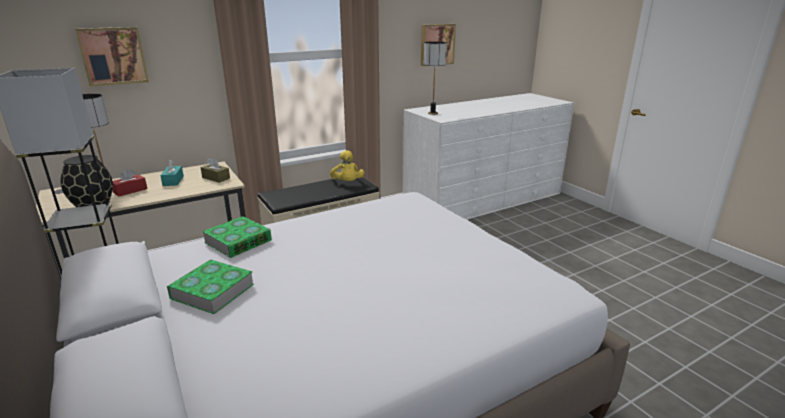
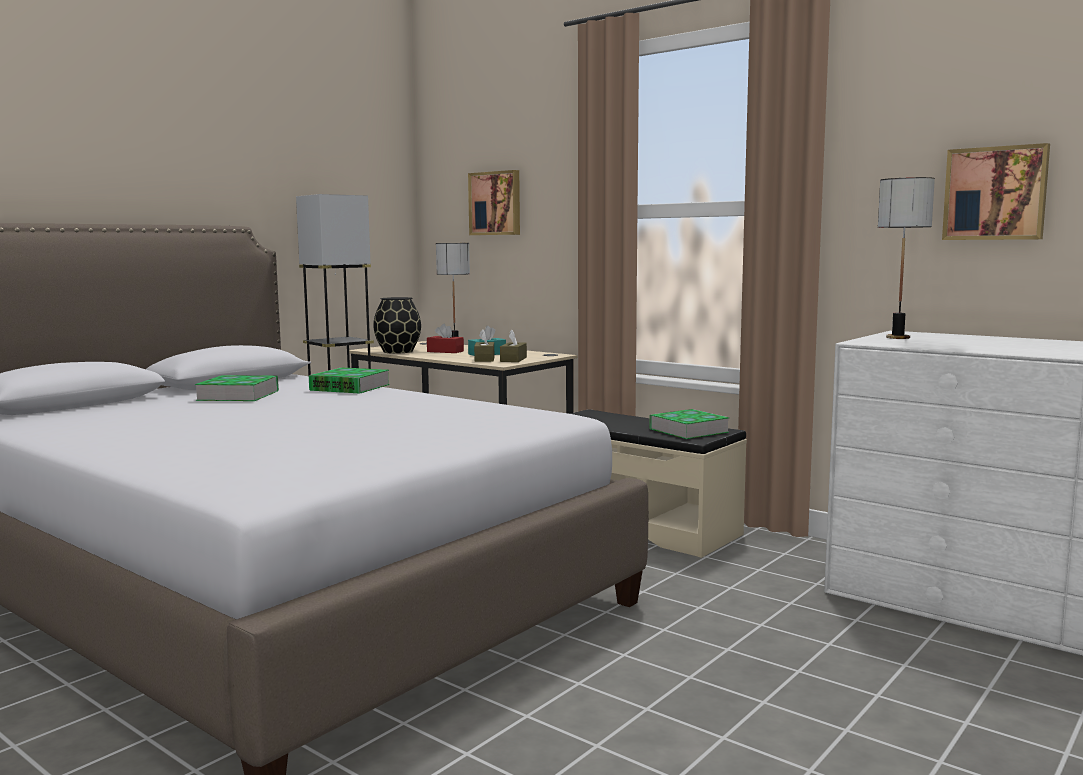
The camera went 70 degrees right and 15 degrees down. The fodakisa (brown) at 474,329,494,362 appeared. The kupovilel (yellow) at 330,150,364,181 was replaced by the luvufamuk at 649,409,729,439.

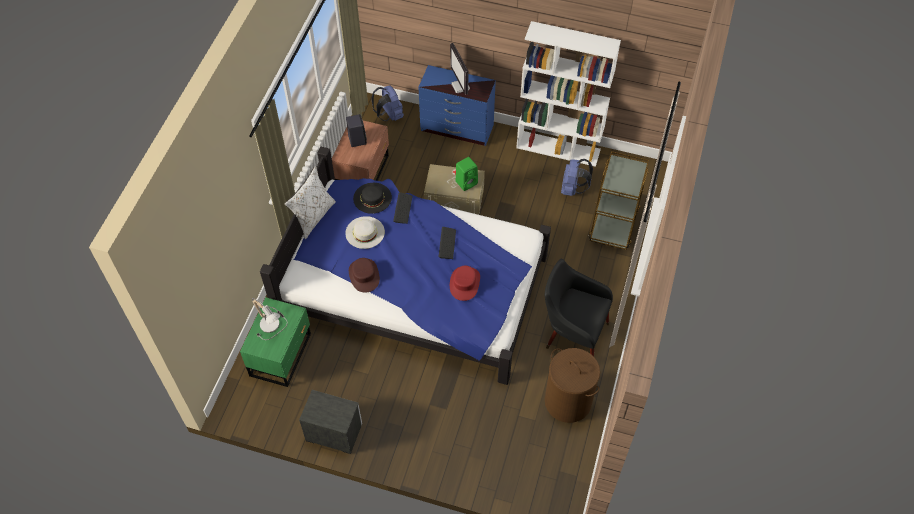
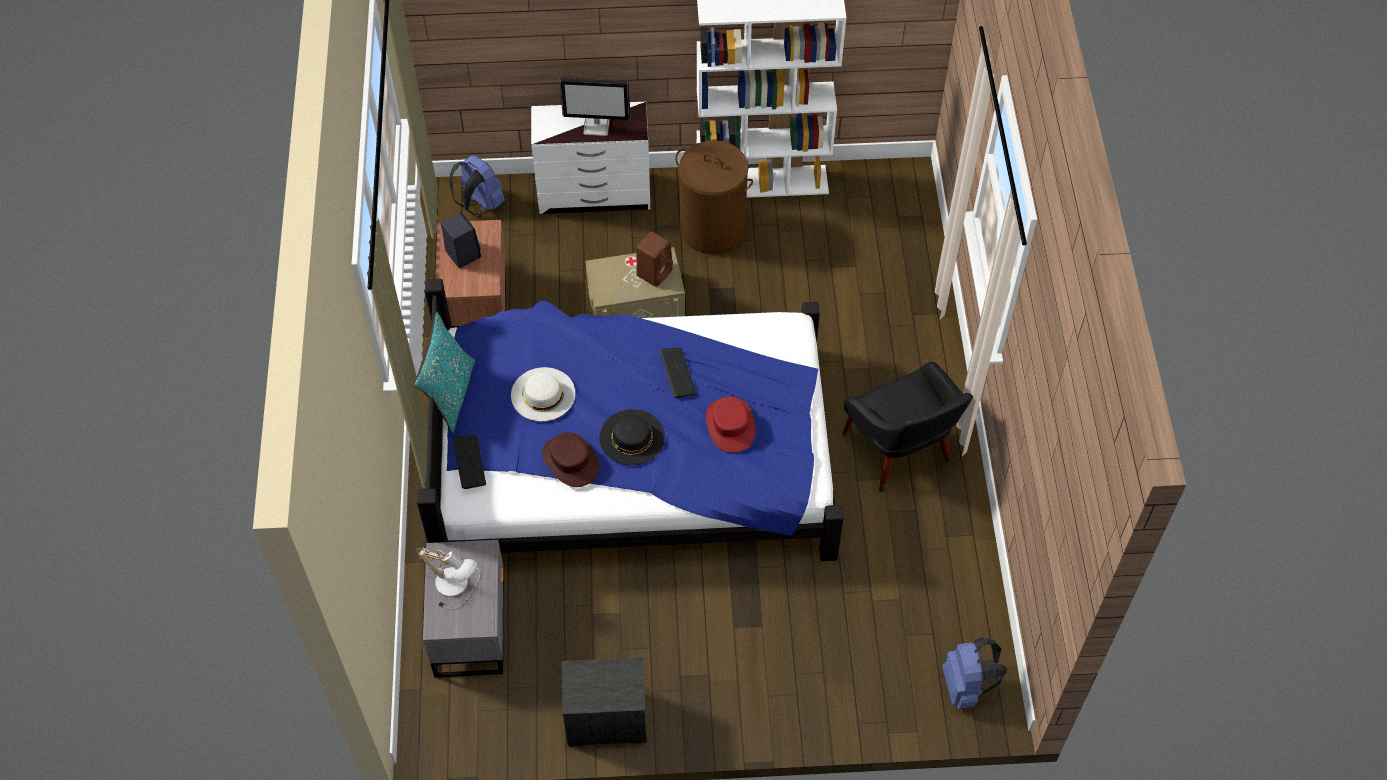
The camera went 20 degrees left and 0 degrees up. The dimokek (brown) at 589,151,649,250 disappeared. The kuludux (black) moved from 353,183,392,214 to 599,409,665,465. The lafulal moved from 393,192,413,224 to 453,435,486,489. The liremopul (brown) moved from 545,348,600,423 to 675,140,753,254. The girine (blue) moved from 561,159,593,196 to 942,637,1007,709. The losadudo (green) at 240,297,311,387 became the losadudo (grey) at 423,540,504,677. The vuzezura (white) at 284,166,336,239 became the vuzezura (turquoise) at 413,312,475,433. The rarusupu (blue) at 418,65,496,146 became the rarusupu (white) at 531,102,650,214. The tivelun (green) at 456,157,478,191 became the tivelun (brown) at 636,231,673,287. The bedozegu at 450,43,470,95 turned 45 degrees counterclockwise. The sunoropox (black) at 545,259,613,356 turned 120 degrees counterclockwise.

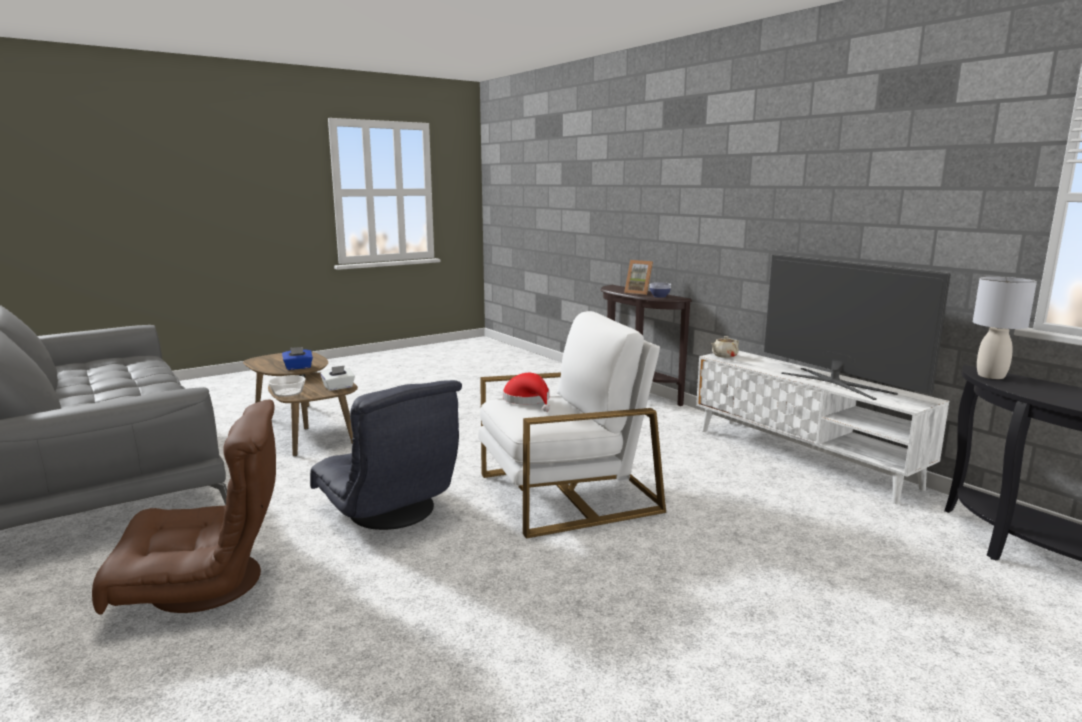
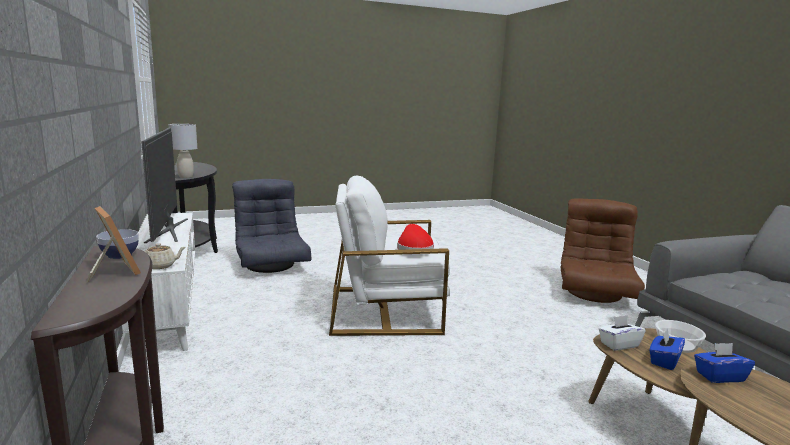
The camera went 165 degrees left and 0 degrees up. The fodakisa (blue) at 649,328,685,370 appeared. The sunoropox (grey) moved from 310,380,462,530 to 232,179,311,273. The sunoropox (brown) at 92,400,276,615 turned 105 degrees clockwise.

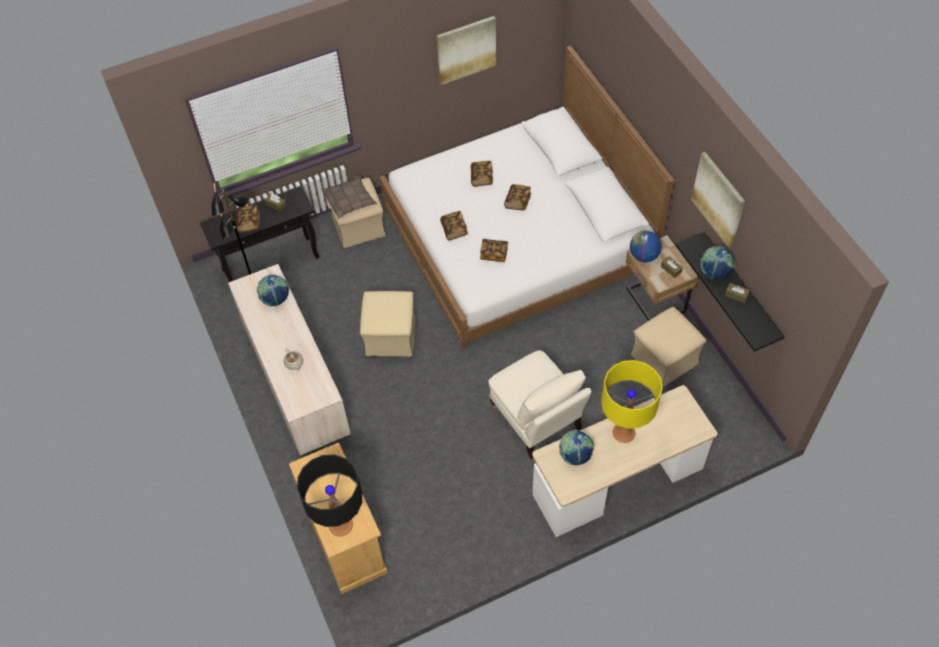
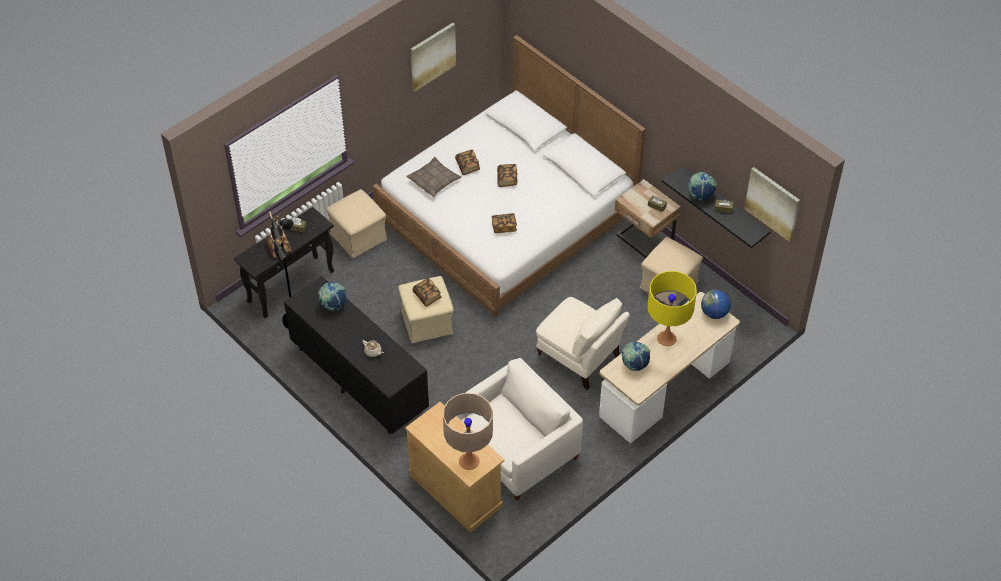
The camera went 20 degrees left and 5 degrees down. The sunoropox (white) at 457,358,583,501 appeared. The vuzezura moved from 322,175,377,219 to 407,157,462,197. The luvufamuk moved from 440,211,468,241 to 412,278,441,307. The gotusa moved from 630,231,662,262 to 701,290,731,319. The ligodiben moved from 691,152,745,248 to 744,167,800,242. The rarusupu (beige) at 228,264,351,455 became the rarusupu (black) at 284,276,429,435. The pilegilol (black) at 297,454,362,537 became the pilegilol (beige) at 443,393,493,470.

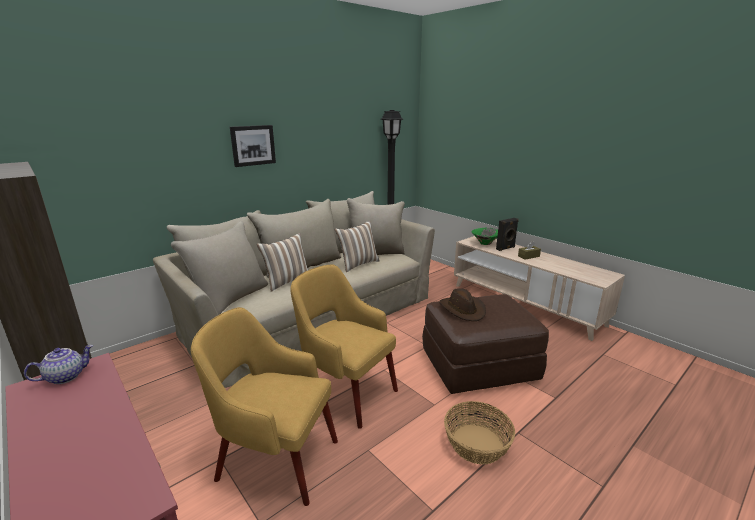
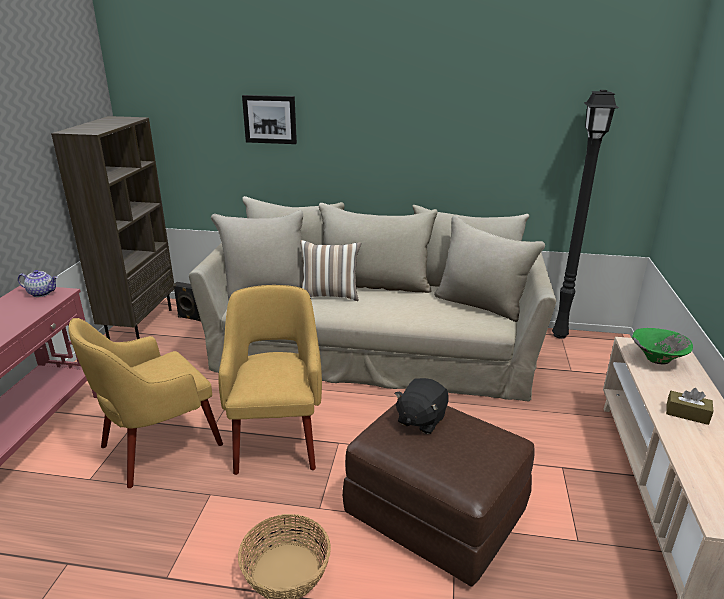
The camera went 50 degrees right and 5 degrees up. The vuzezura at 335,221,380,272 disappeared. The ligodiben moved from 230,125,276,167 to 242,95,297,144. The tivelun (black) moved from 496,218,519,251 to 173,282,201,321. The kuludux (brown) at 439,288,486,321 was replaced by the kupovilel (black) at 394,378,449,434. The sunoropox (yellow) at 191,307,338,506 turned 105 degrees counterclockwise.

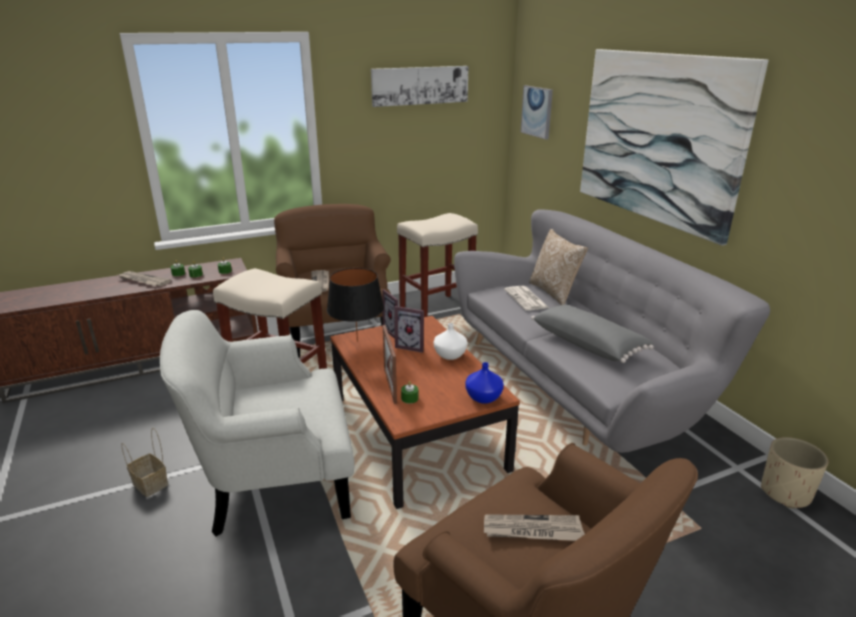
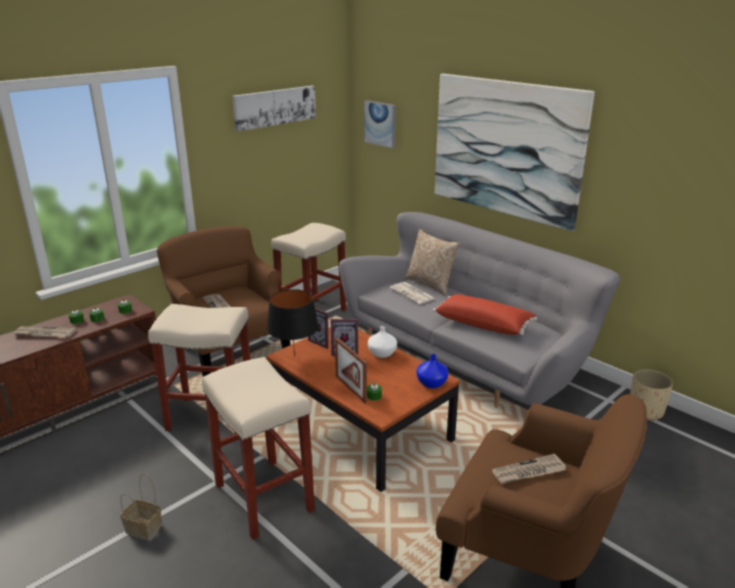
The camera went 20 degrees left and 0 degrees up. The sunoropox (white) at 160,310,355,536 was replaced by the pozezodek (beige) at 202,357,315,540. The vuzezura (grey) at 531,305,654,363 became the vuzezura (red) at 433,294,537,335.

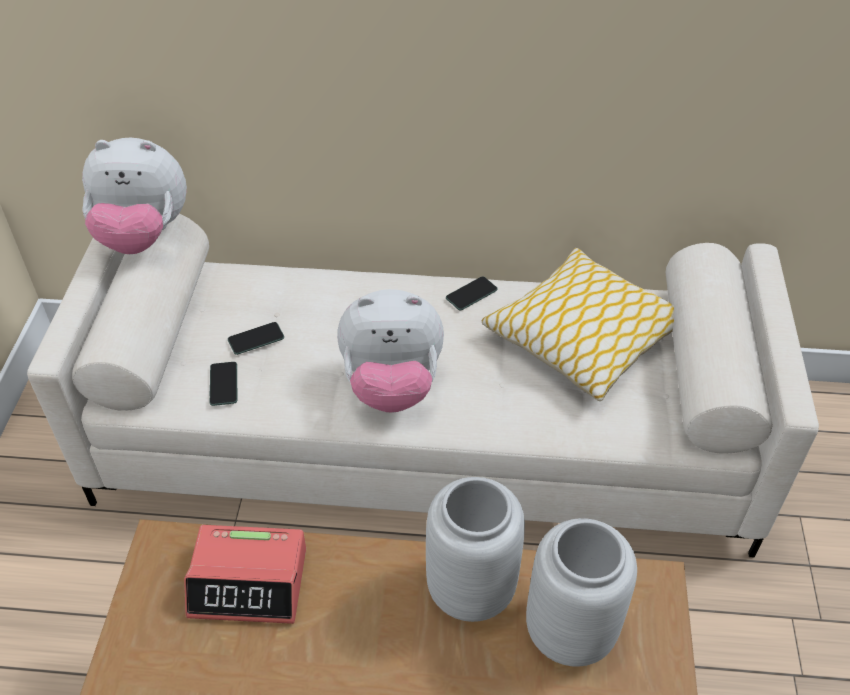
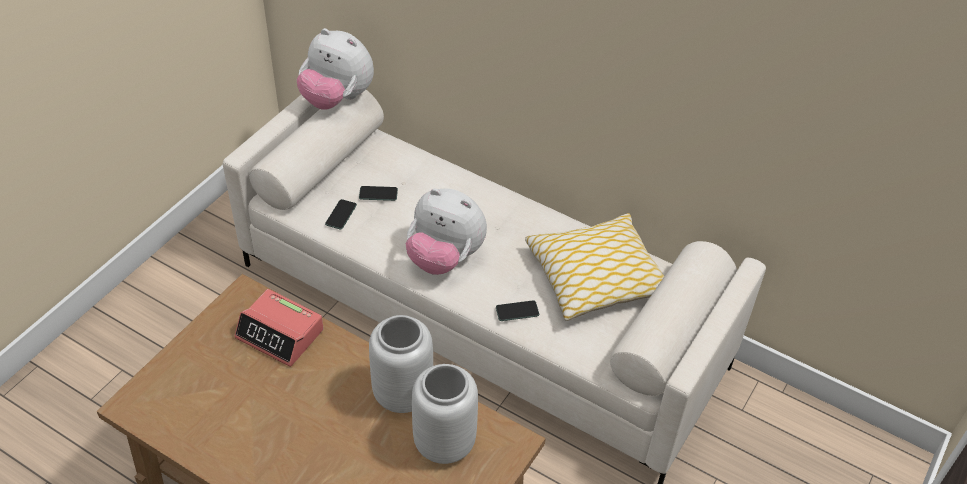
The camera went 25 degrees right and 0 degrees up. The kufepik moved from 446,276,497,310 to 496,300,539,321.

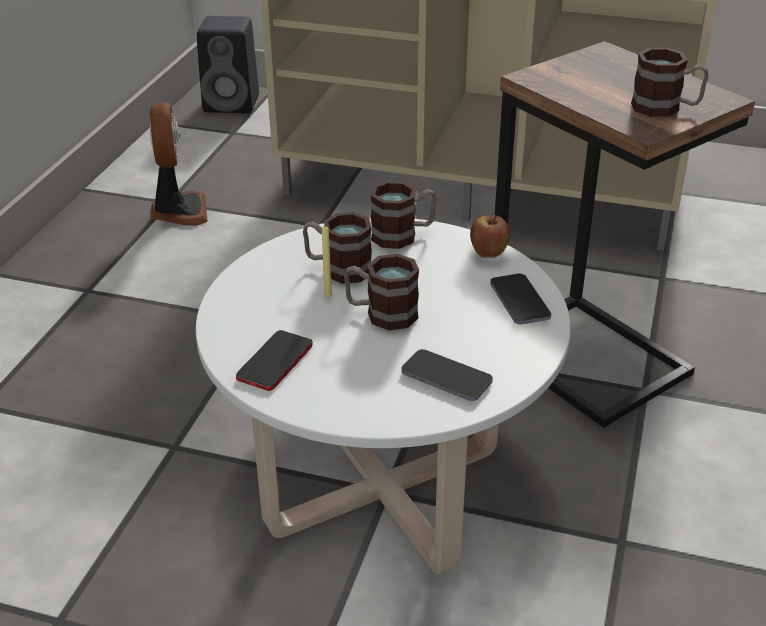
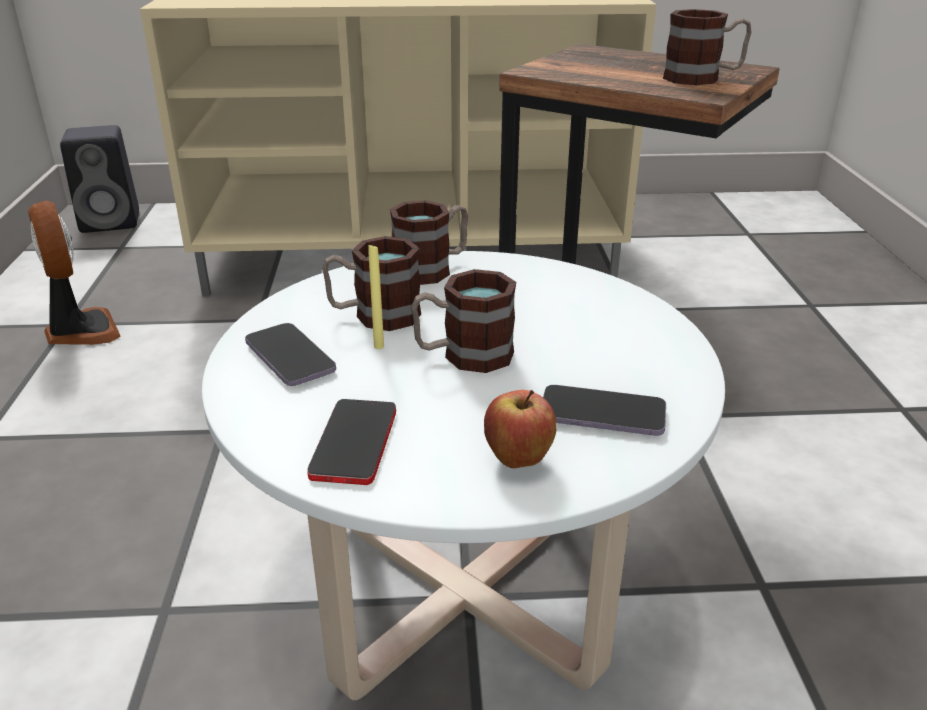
The camera went 20 degrees left and 5 degrees down. The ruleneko moved from 470,215,510,258 to 484,390,557,468. The kufepik moved from 490,274,551,325 to 245,323,336,386.

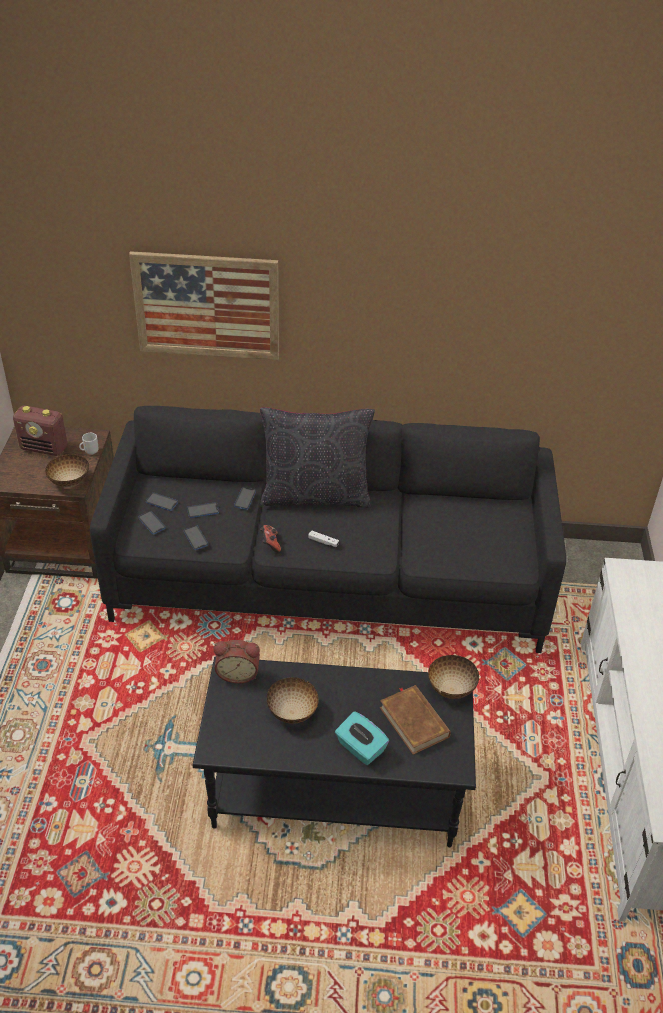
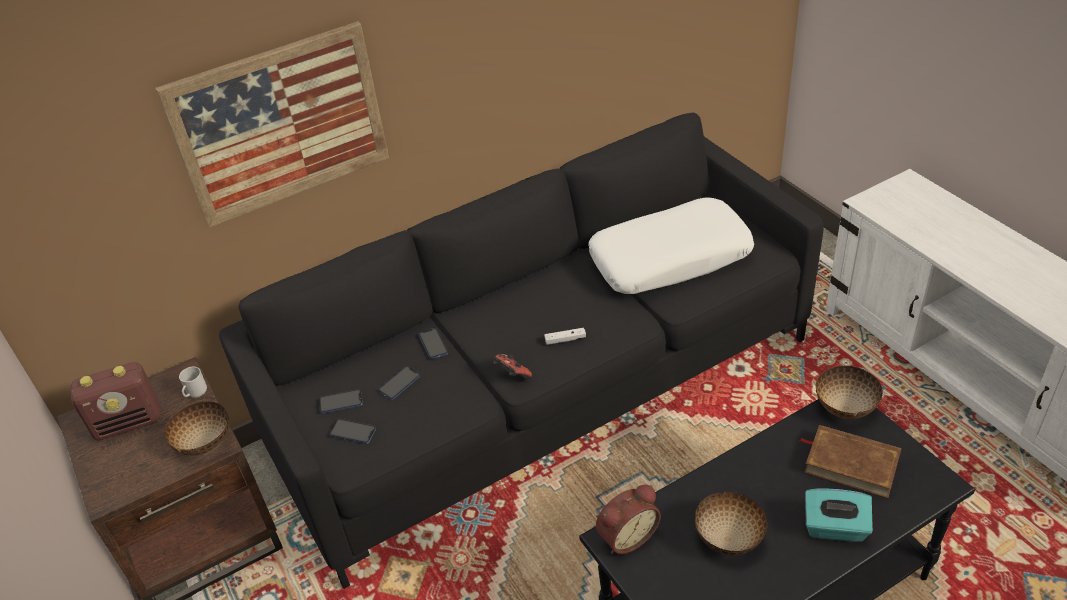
The camera went 30 degrees left and 0 degrees up. The kufepik at 184,525,208,550 disappeared. The vuzezura (black) at 260,407,375,508 disappeared. The vuzezura (white) at 588,198,754,294 appeared.

